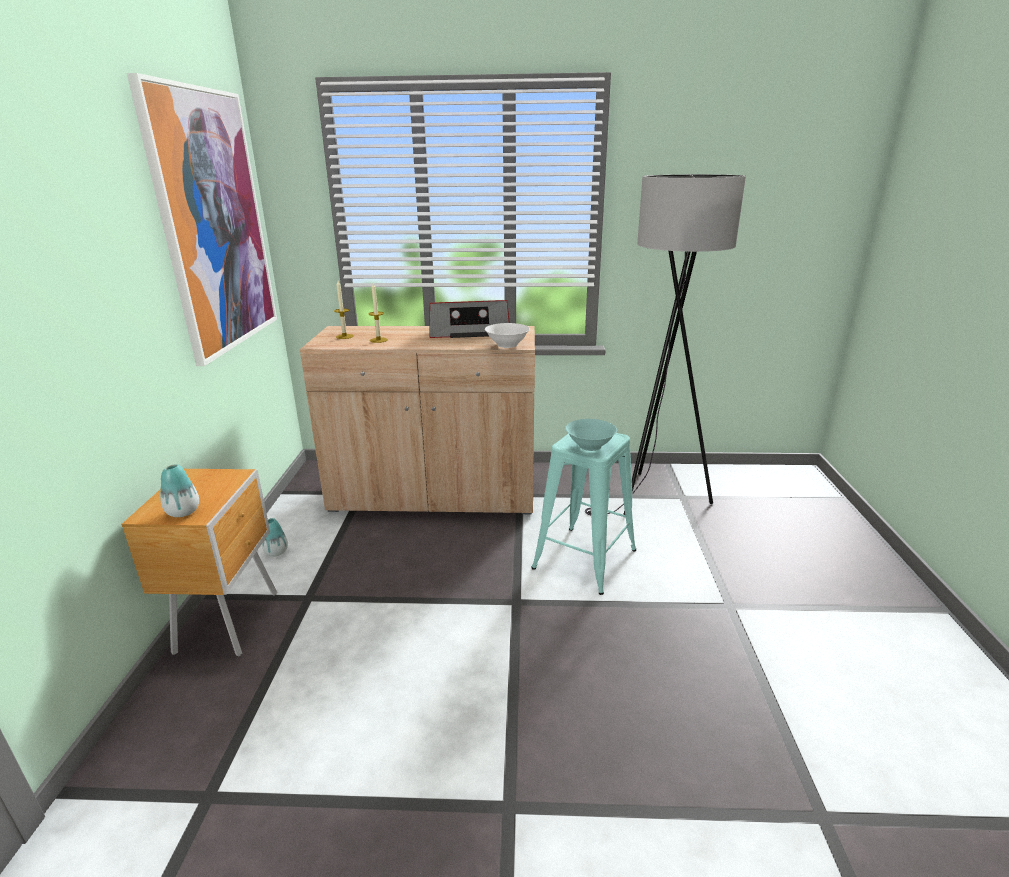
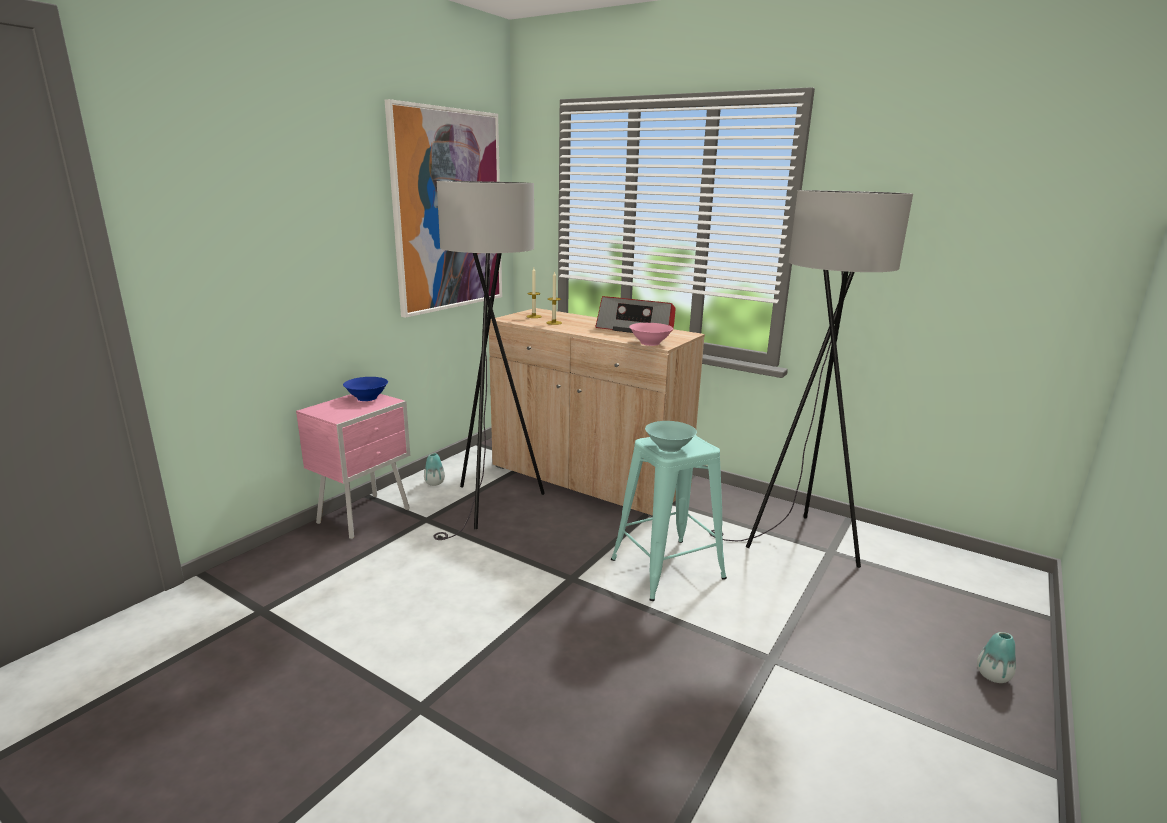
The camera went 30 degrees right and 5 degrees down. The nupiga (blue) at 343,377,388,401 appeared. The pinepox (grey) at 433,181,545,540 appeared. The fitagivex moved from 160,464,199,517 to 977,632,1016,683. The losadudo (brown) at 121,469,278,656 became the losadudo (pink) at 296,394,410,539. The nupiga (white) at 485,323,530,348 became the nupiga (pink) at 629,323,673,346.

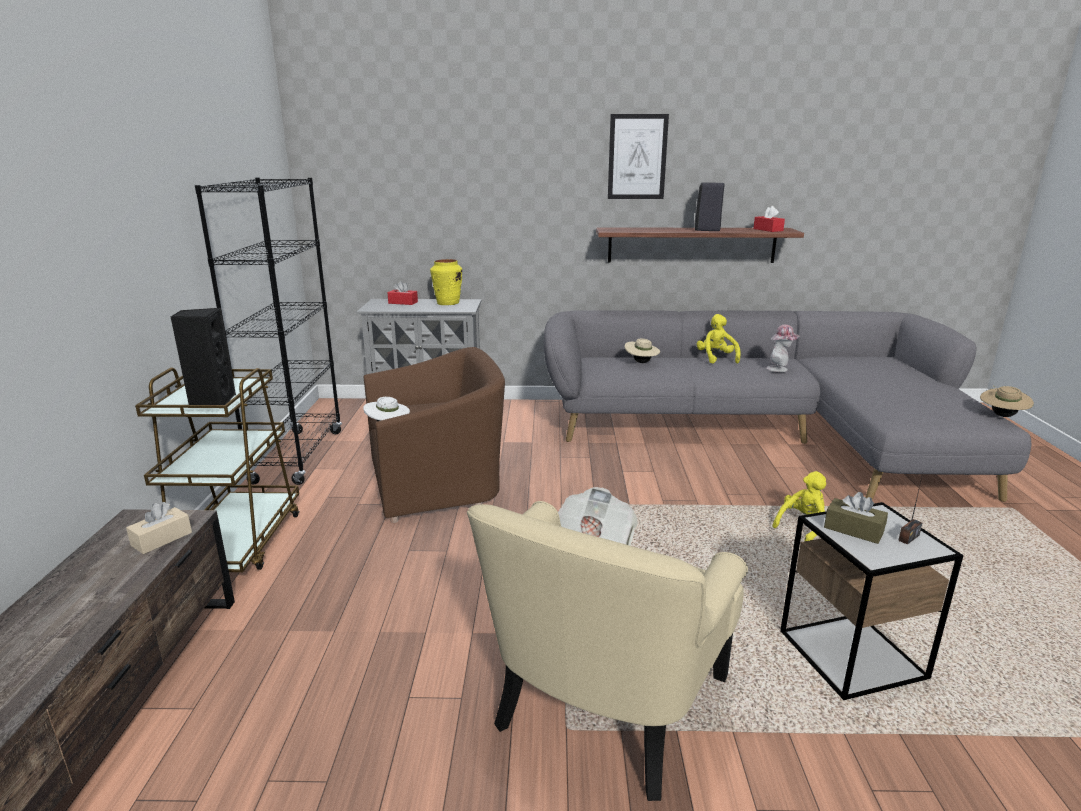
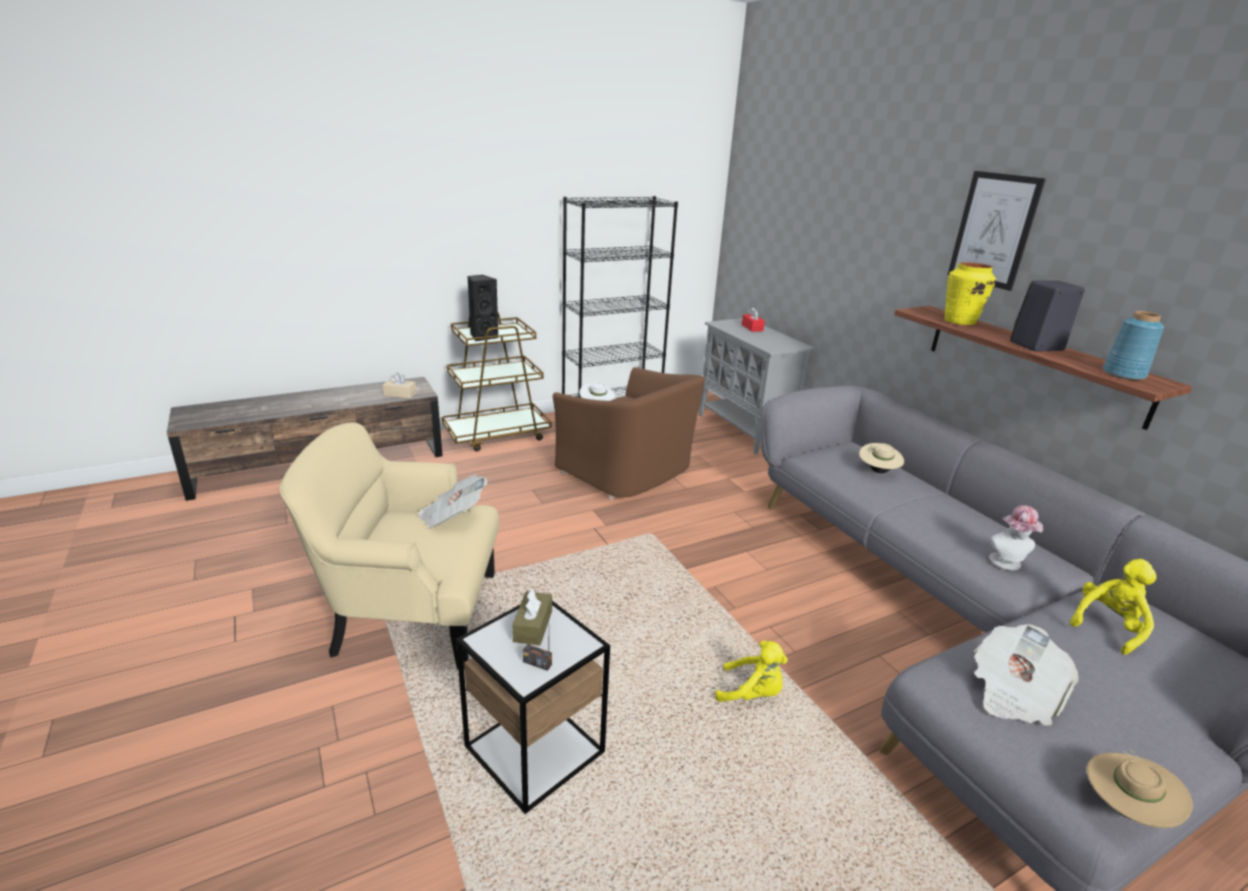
The camera went 60 degrees right and 5 degrees up. The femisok at 974,624,1079,726 appeared. The fitagivex (yellow) moved from 430,259,462,305 to 944,262,996,325. The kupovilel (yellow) moved from 697,314,740,364 to 1070,559,1157,655. The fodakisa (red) at 753,206,785,232 was replaced by the fitagivex (blue) at 1102,311,1164,380.

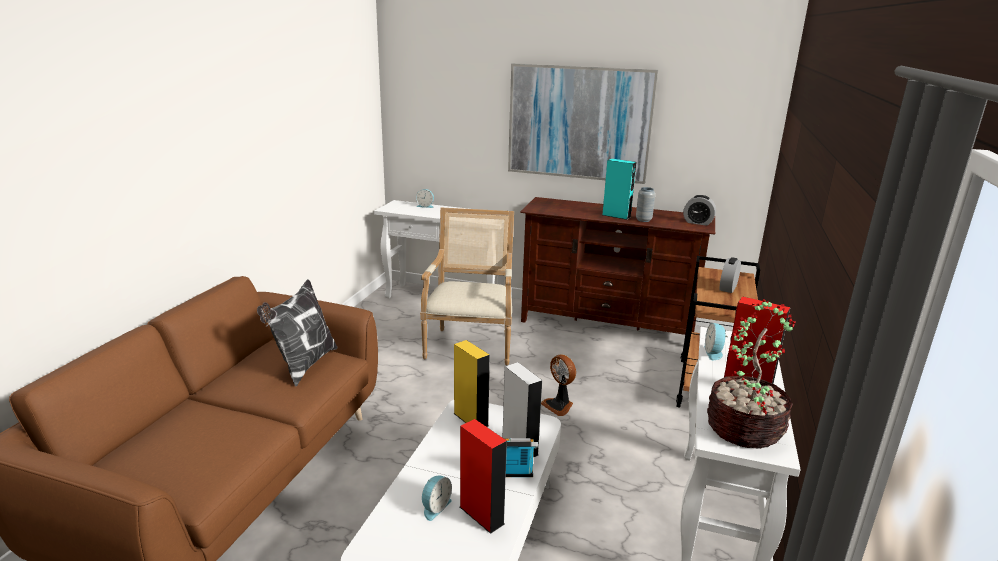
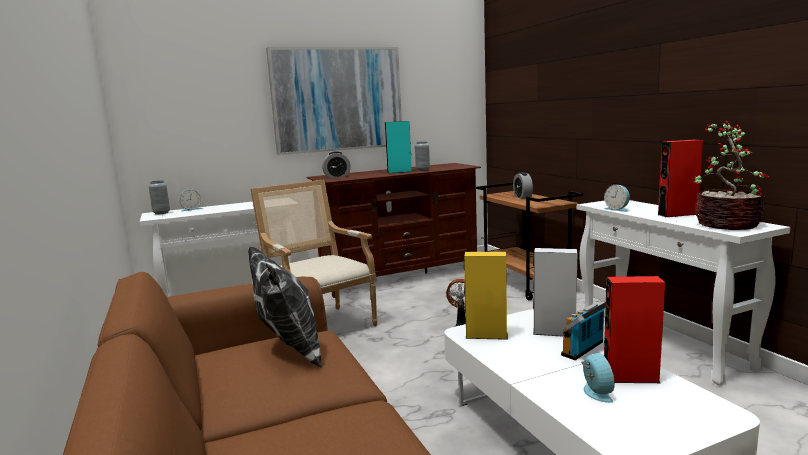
The camera went 40 degrees left and 10 degrees down. The fitagivex (grey) at 149,180,170,215 appeared. The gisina moved from 683,195,716,226 to 322,151,351,178.

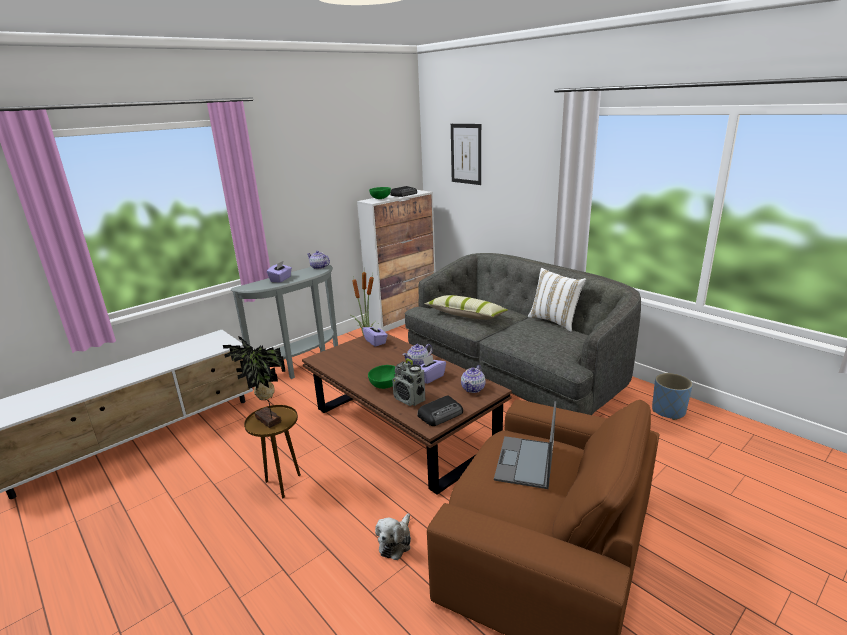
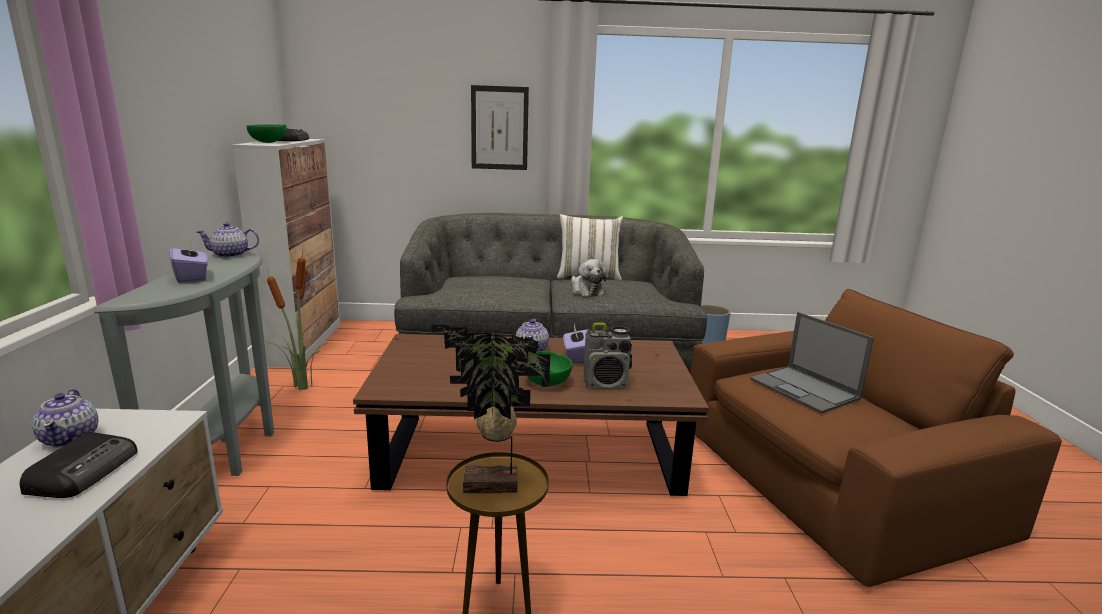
The camera went 50 degrees left and 5 degrees down. The fodakisa (purple) at 362,322,388,347 disappeared. The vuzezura at 425,295,508,320 disappeared. The kupovilel moved from 375,513,411,560 to 571,259,606,297. The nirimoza moved from 418,395,463,426 to 20,432,138,498. The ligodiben moved from 451,124,481,185 to 471,85,529,170. The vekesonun moved from 461,365,485,393 to 32,389,98,448.

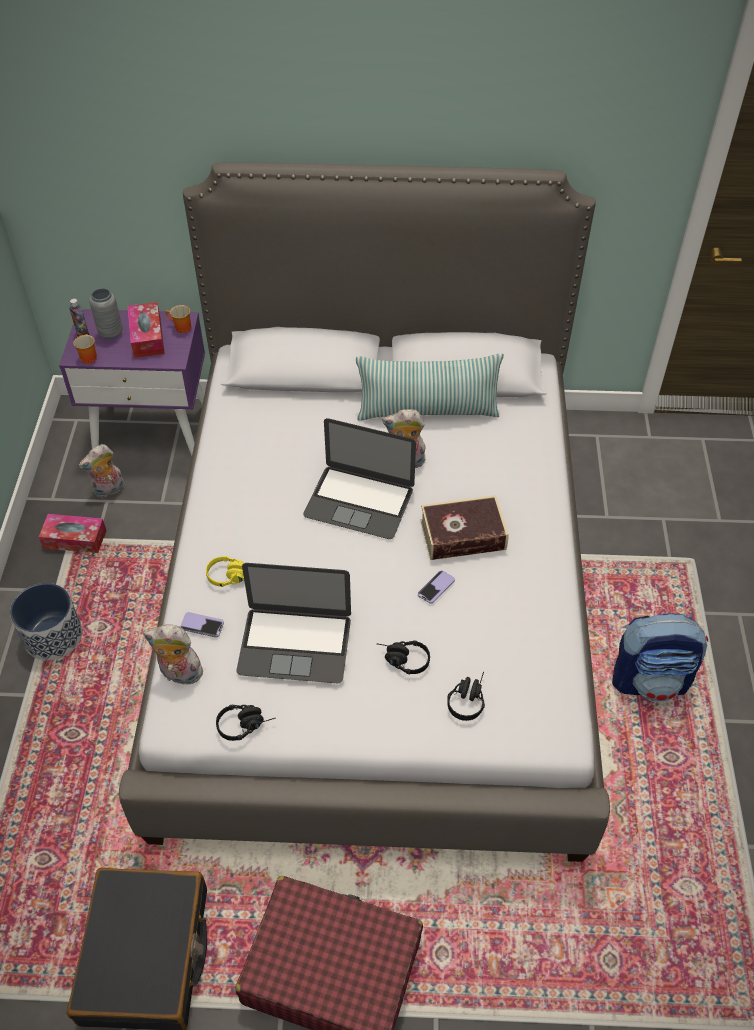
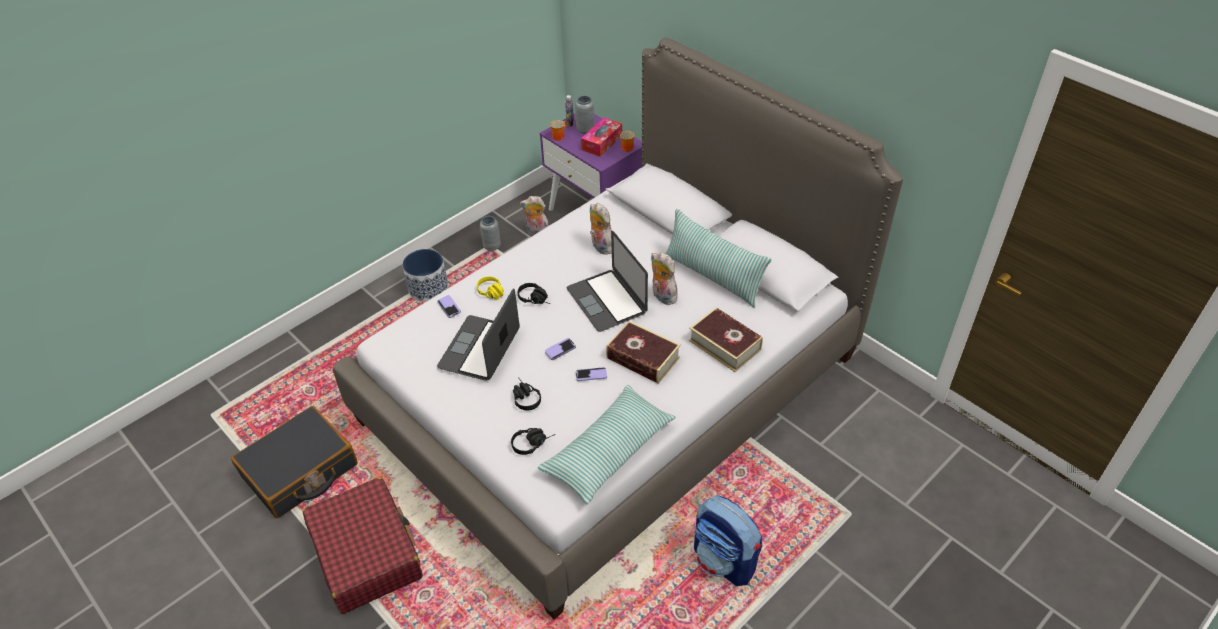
The camera went 45 degrees right and 5 degrees down. The vuzezura at 538,385,676,505 appeared. The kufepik at 545,338,576,360 appeared. The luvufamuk at 689,307,763,372 appeared. The kupovilel moved from 143,624,208,685 to 590,203,612,255. The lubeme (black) moved from 216,705,276,741 to 518,283,550,304. The fodakisa at 39,514,107,553 was replaced by the fitagivex (grey) at 480,216,501,251. The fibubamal at 236,563,351,683 turned 60 degrees clockwise.

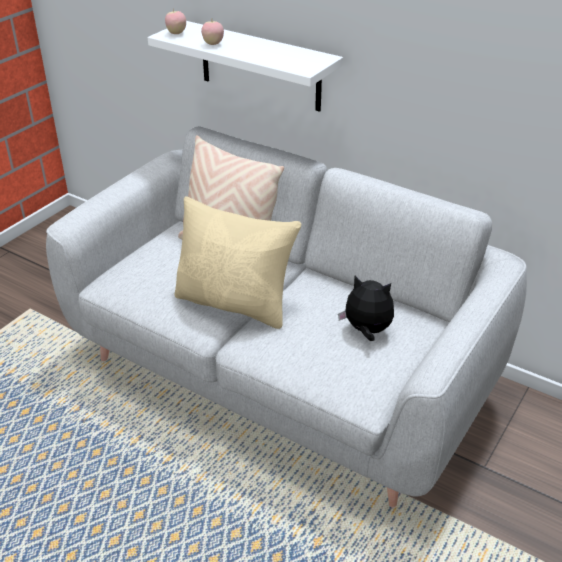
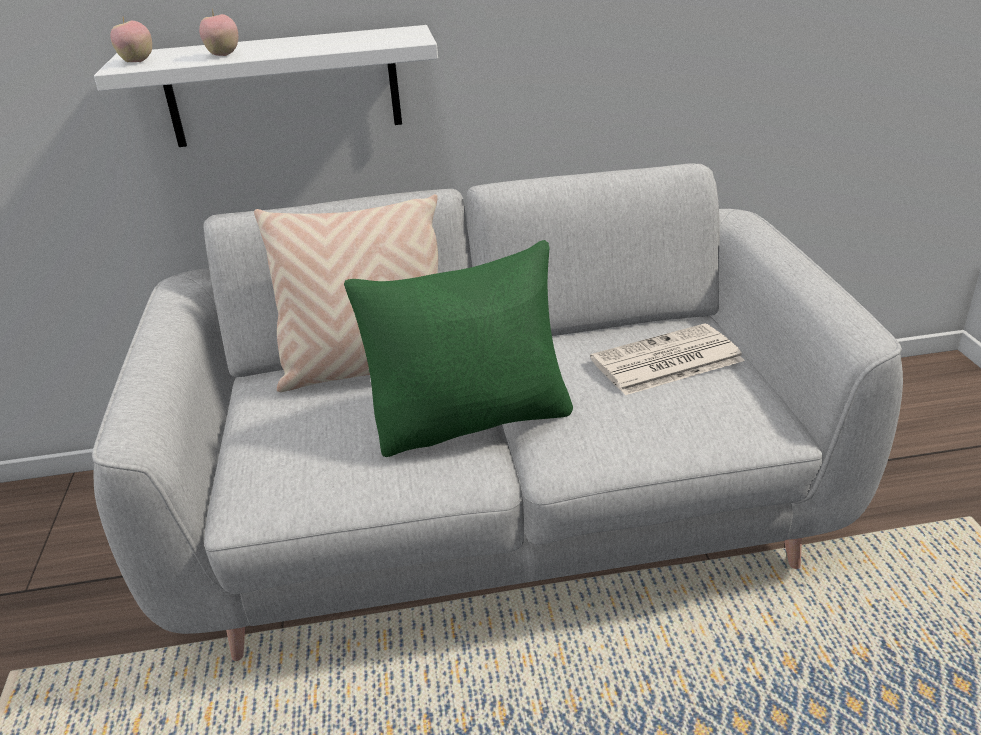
The camera went 40 degrees left and 5 degrees down. The kupovilel at 338,276,394,341 was replaced by the femisok at 590,323,745,395. The vuzezura (beige) at 175,196,301,329 became the vuzezura (green) at 344,240,573,457.

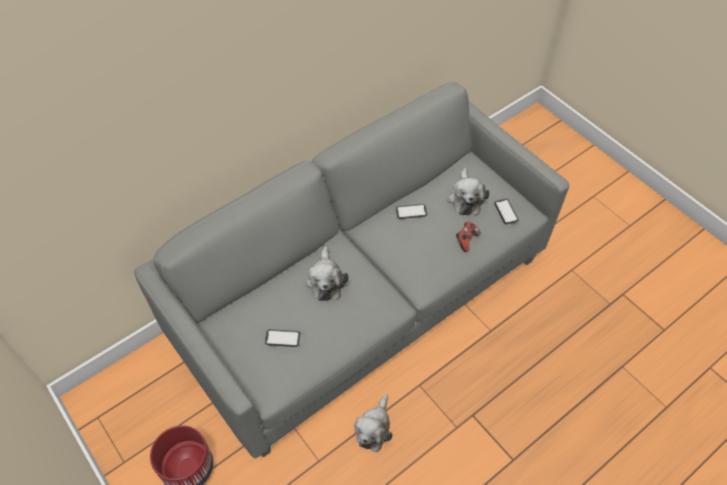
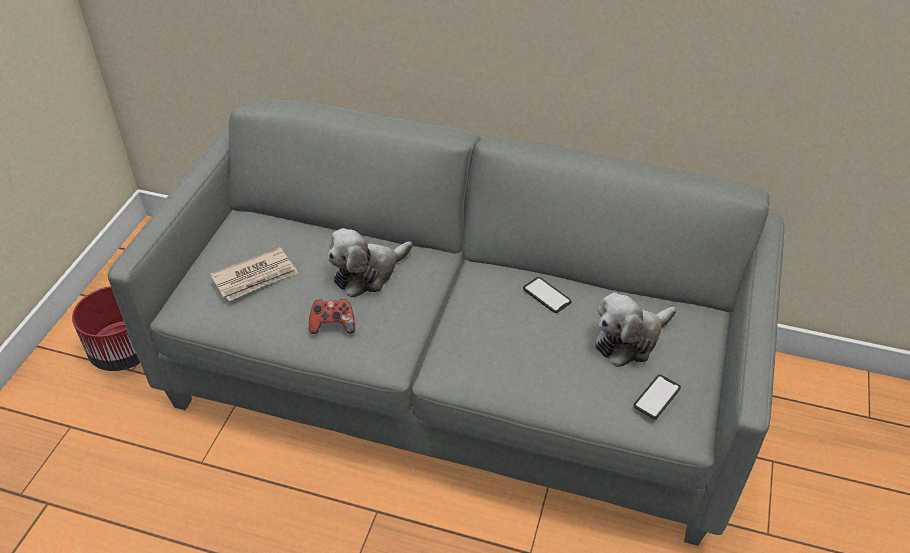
The camera went 55 degrees right and 10 degrees down. The kupovilel at 354,394,393,452 disappeared. The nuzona moved from 456,221,481,252 to 309,299,355,334. The kufepik at 265,329,300,347 was replaced by the femisok at 210,247,298,301.

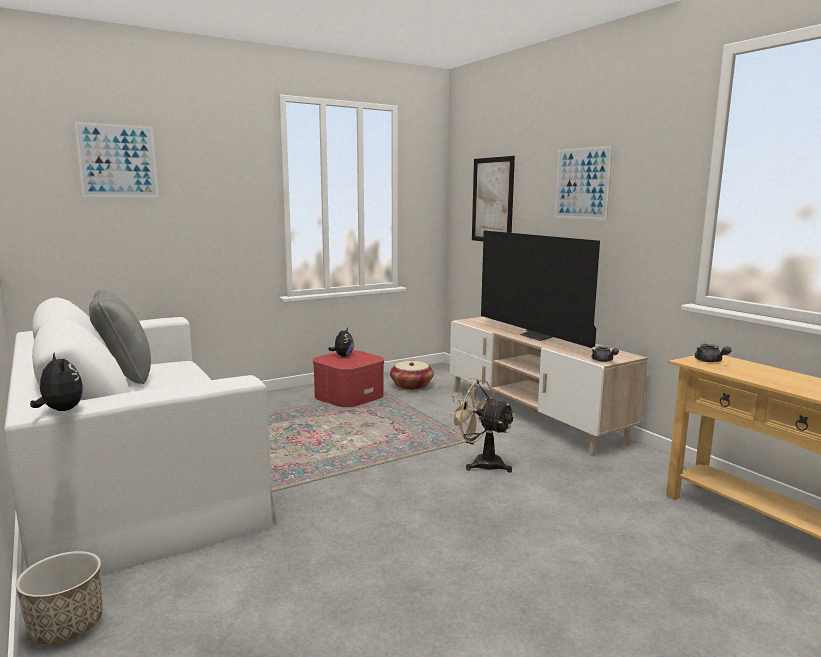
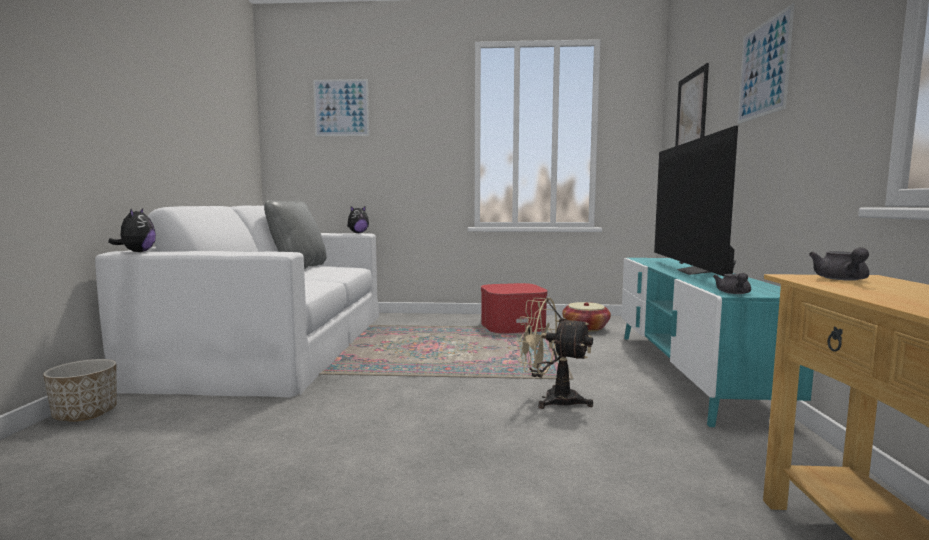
The camera went 35 degrees right and 5 degrees down. The kupovilel moved from 328,328,354,357 to 347,206,369,233. The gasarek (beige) at 450,317,648,456 became the gasarek (turquoise) at 622,258,814,427. The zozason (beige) at 448,378,515,473 turned 45 degrees counterclockwise.

